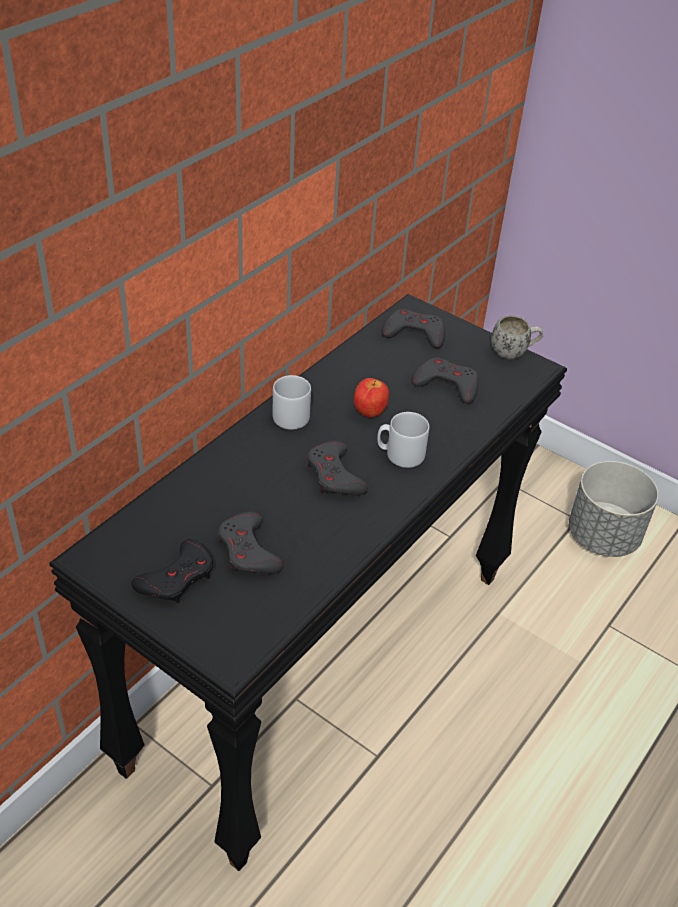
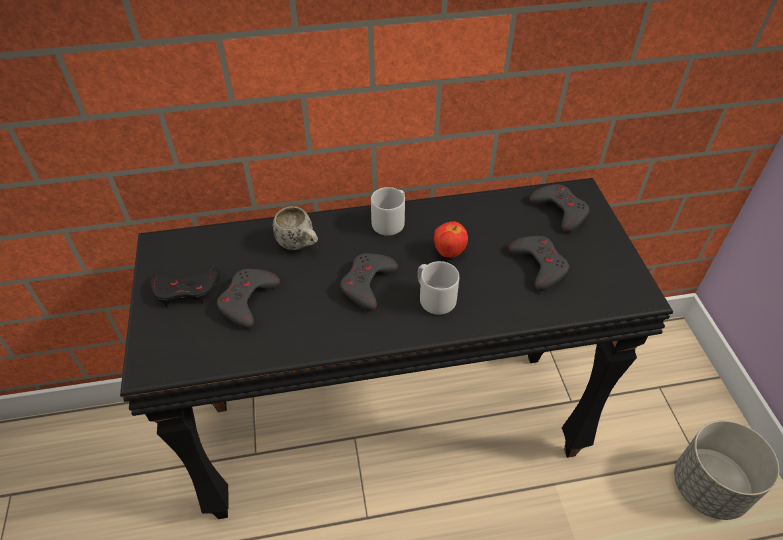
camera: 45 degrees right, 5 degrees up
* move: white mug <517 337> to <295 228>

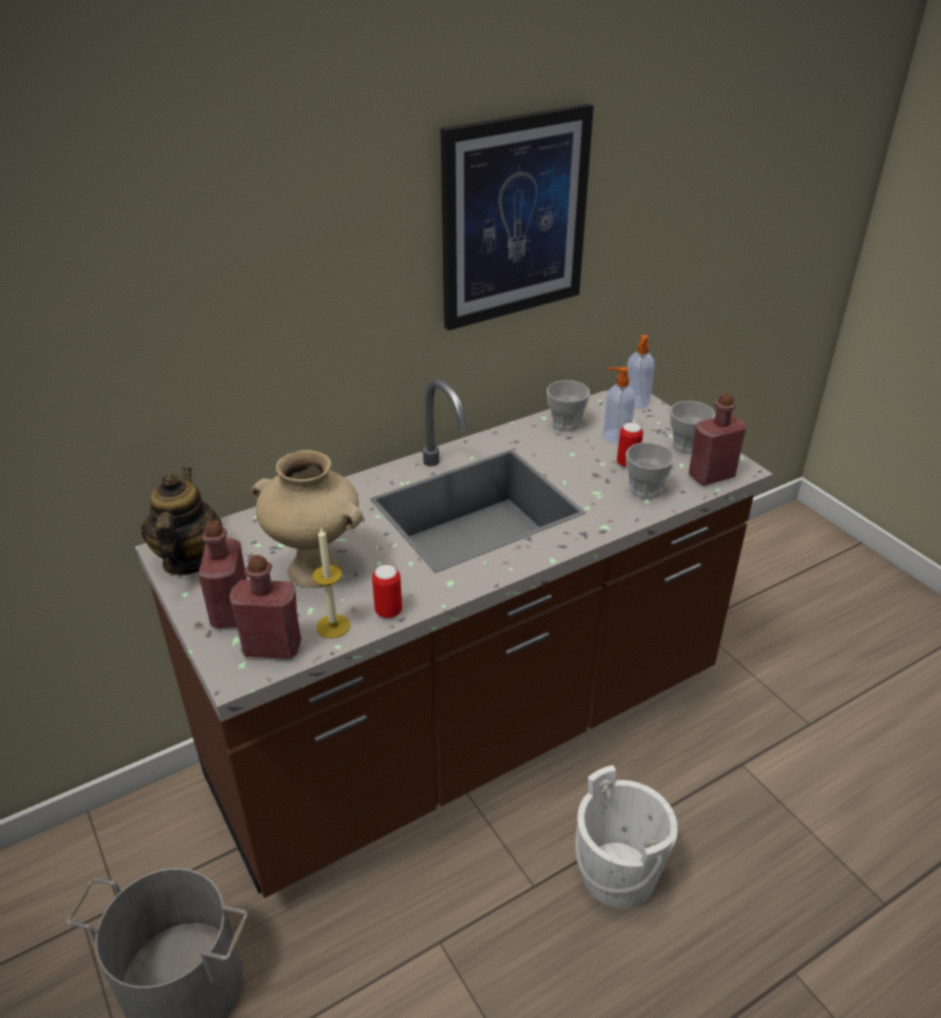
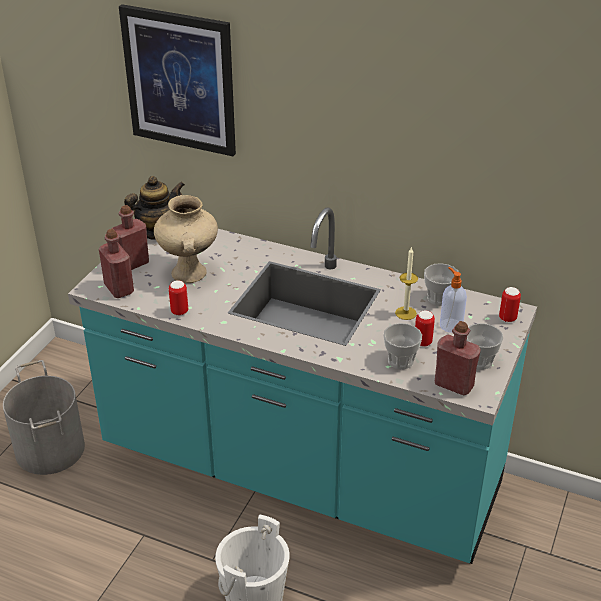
camera: 55 degrees right, 0 degrees up
* recolor: brown counter <454 638> to turquoise counter <302 385>
* move: picture <517 217> to <177 80>
* move: candle <331 583> to <406 283>
* replace: soap dispenser <641 372> to can <510 304>

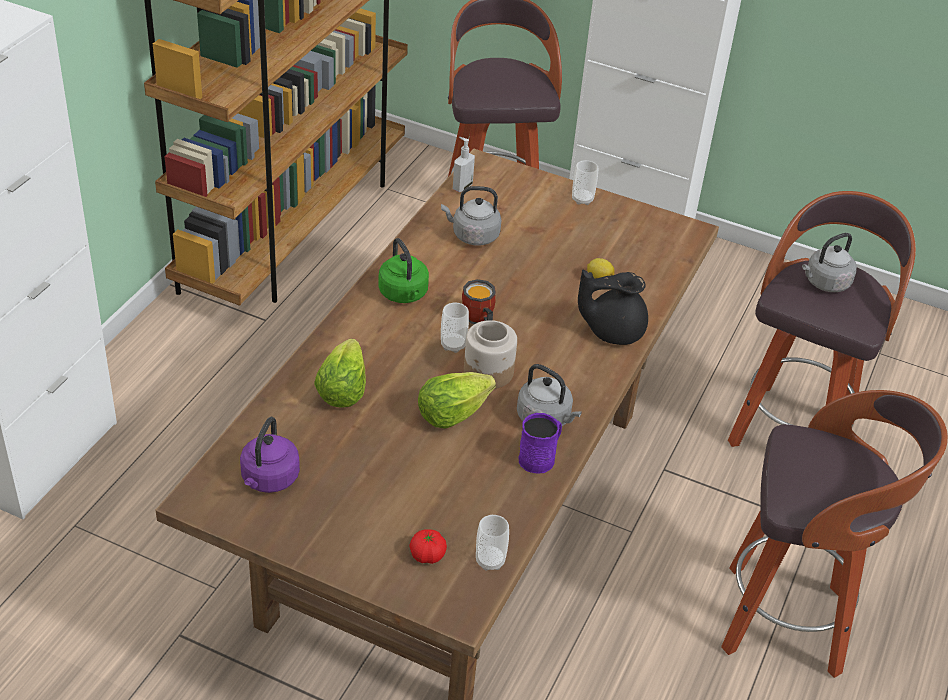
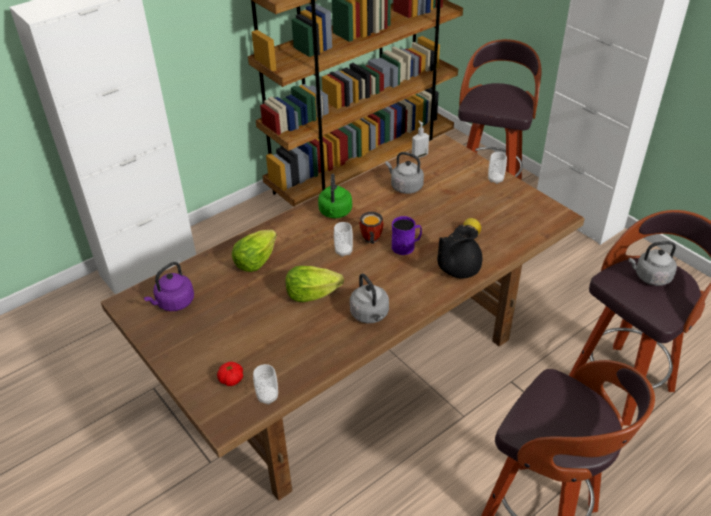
camera: 30 degrees right, 0 degrees up
* move: purple mug <540 443> to <407 235>
* rotate: black teapot <613 307> = <459 252> 60 degrees counterclockwise
* delete: jar <490 354>

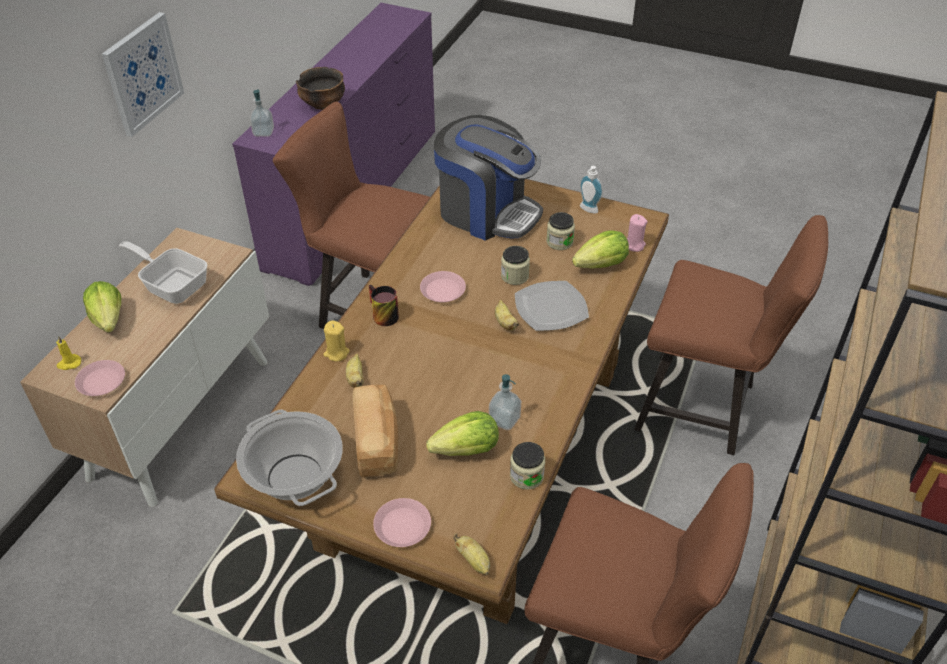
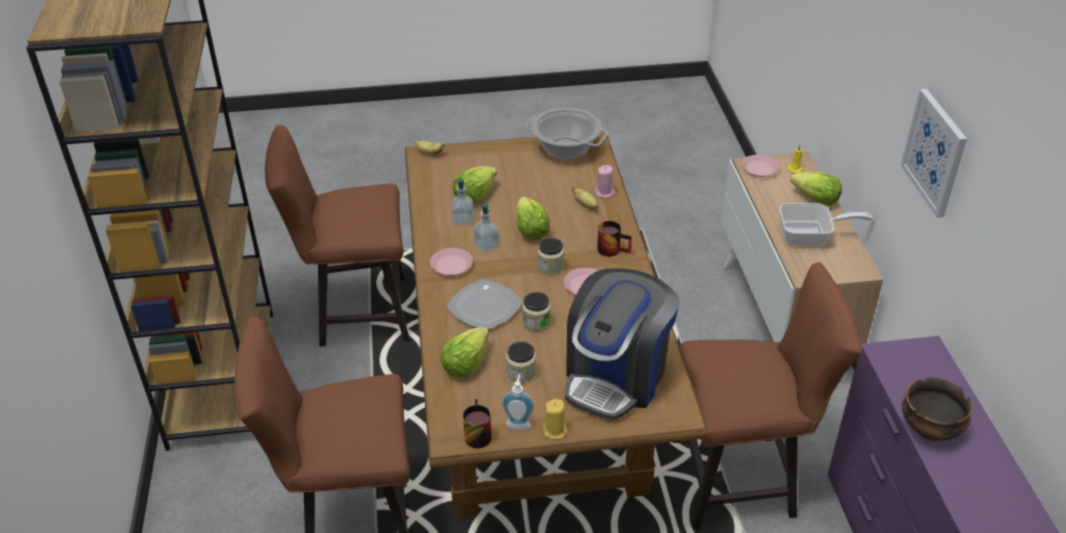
camera: 150 degrees right, 5 degrees down
* move: pink plate <402 522> to <451 262>
* insert: mug <477 423>
* move: soap dispenser <262 113> to <486 227>
* insert: lettuce <533 218>
* move: jar <527 466> to <550 256>
* move: yellow candle <336 341> to <555 419>
* rotate: coffee machine <488 178> = <622 344> 60 degrees counterclockwise
* move: pink candle <637 233> to <605 181>
* delete: bread <375 431>
* delete: banana <507 315>

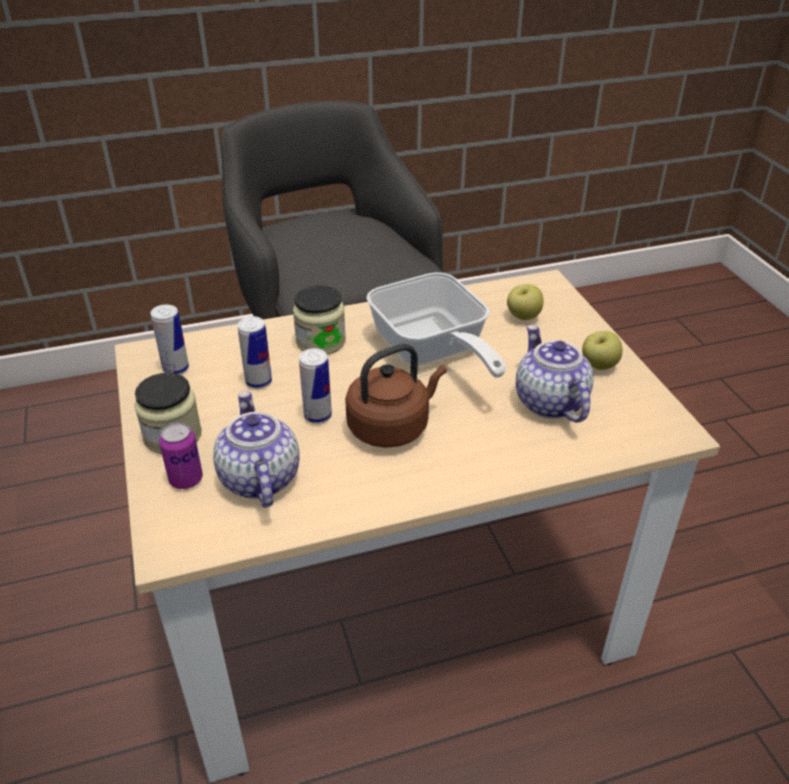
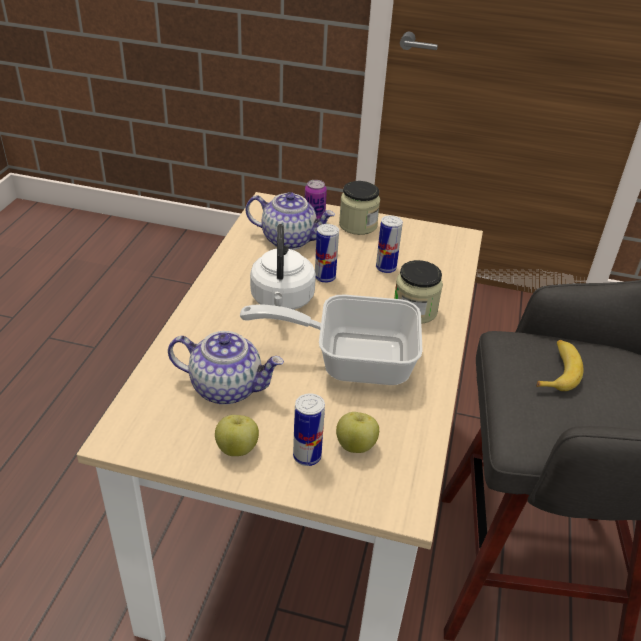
camera: 120 degrees right, 0 degrees up
* recolor: brown kettle <396 396> to white kettle <283 267>
* move: can <170 339> to <309 429>
* insert: banana <560 365>

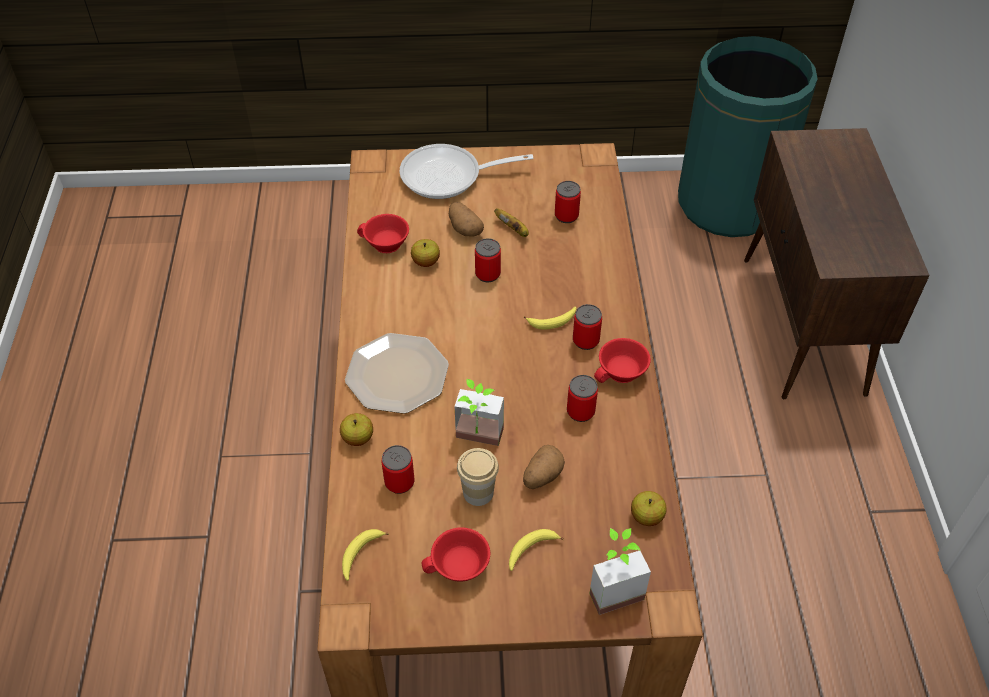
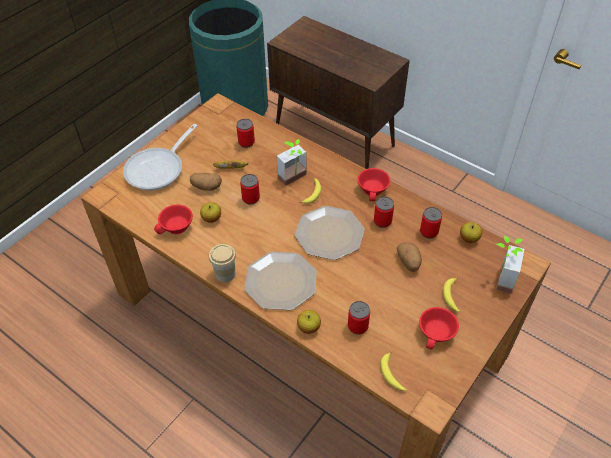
camera: 50 degrees left, 0 degrees up
* move: cup <478 477> to <222 263>
* move: potted plant <479 412> to <292 162>
* insert: plate <330 233>
* move: can <587 327> to <431 222>

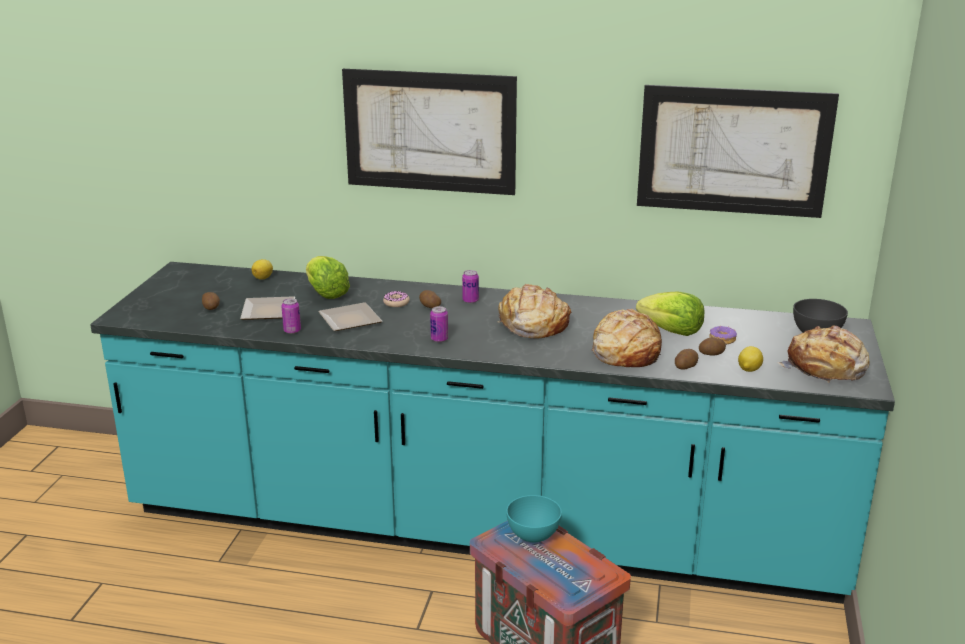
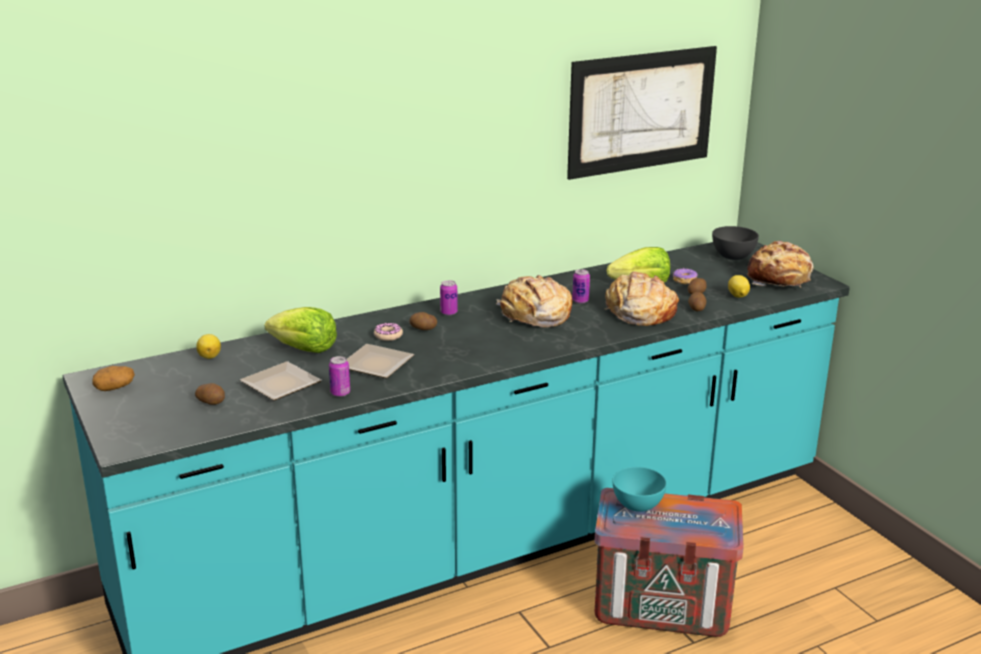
camera: 40 degrees left, 0 degrees up
* insert: potato <113 378>
* move: can <439 324> to <581 286>
* delete: picture <429 132>

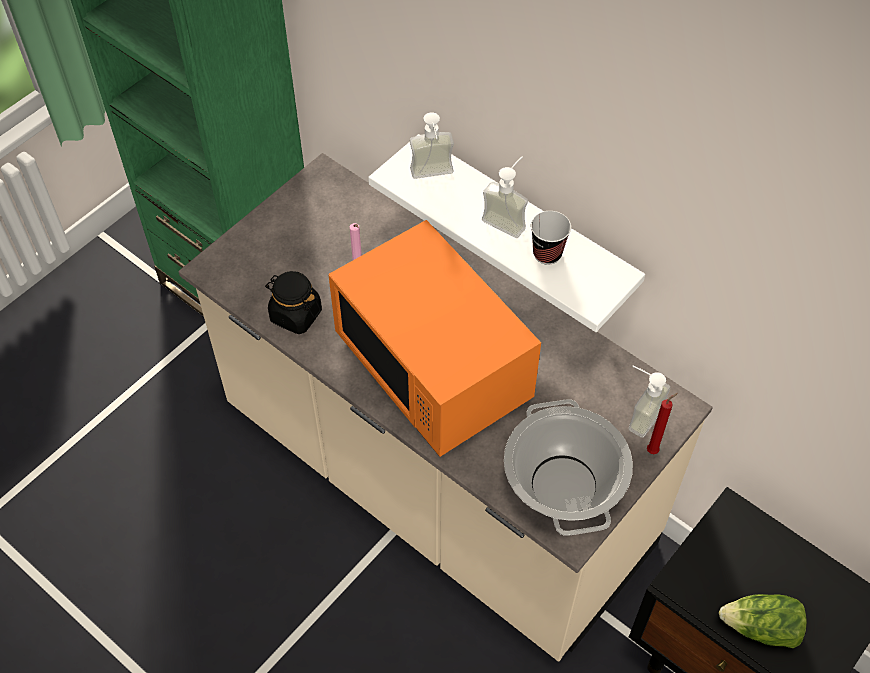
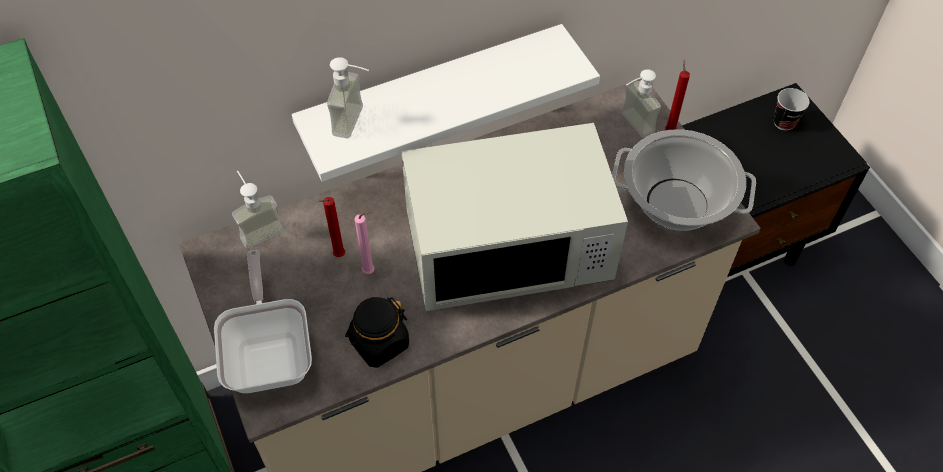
camera: 65 degrees left, 0 degrees up
* insert: frying pan <263 321>
* move: soap dispenser <505 197> to <258 210>
* insert: red candle <332 227>
* recolor: orange microwave <435 338> to white microwave <514 217>
* move: cup <551 238> to <792 109>
* delete: lettuce <763 621>

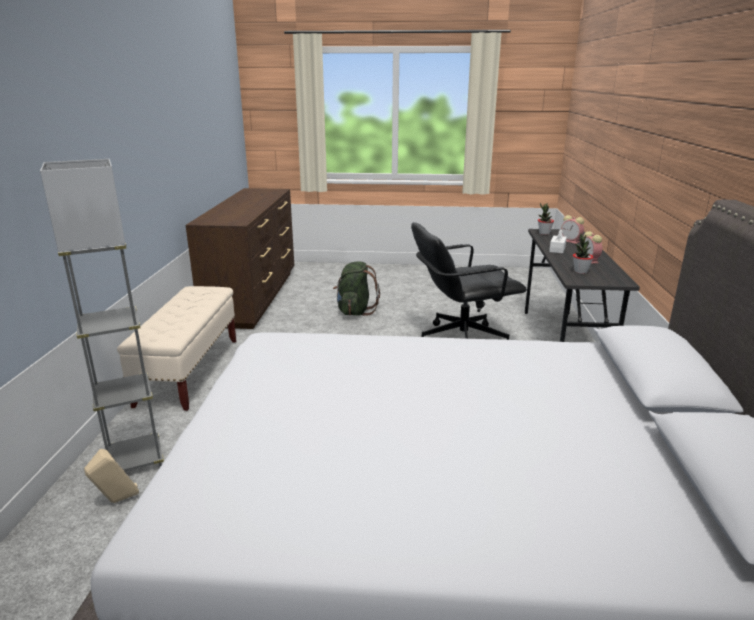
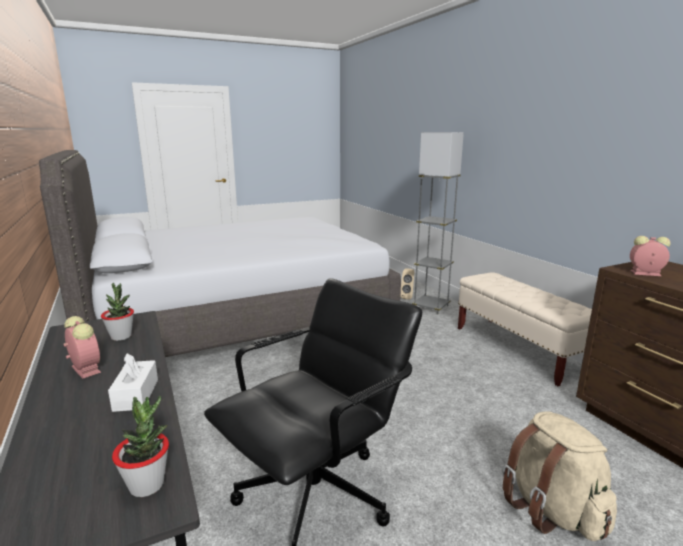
camera: 150 degrees right, 5 degrees down
* recolor: green backpack <356 289> to beige backpack <560 476>
* move: alarm clock <572 229> to <650 256>

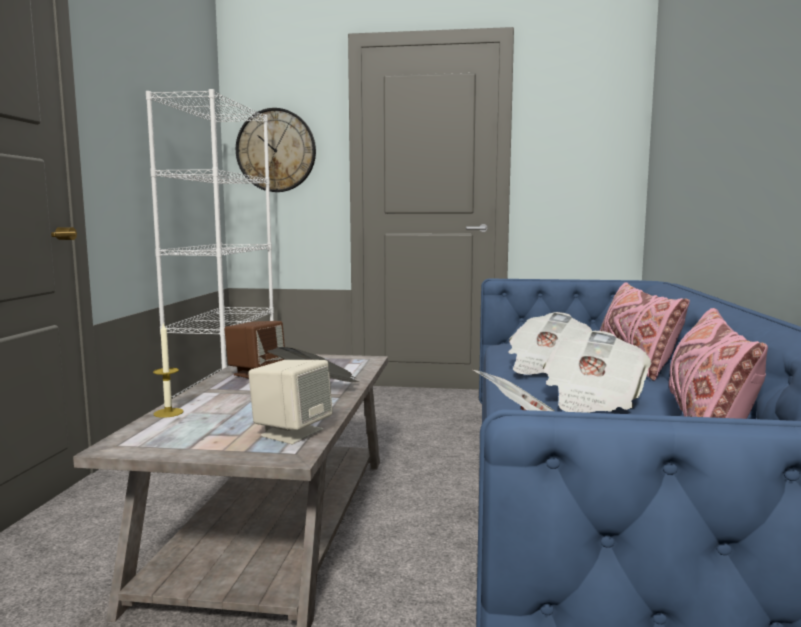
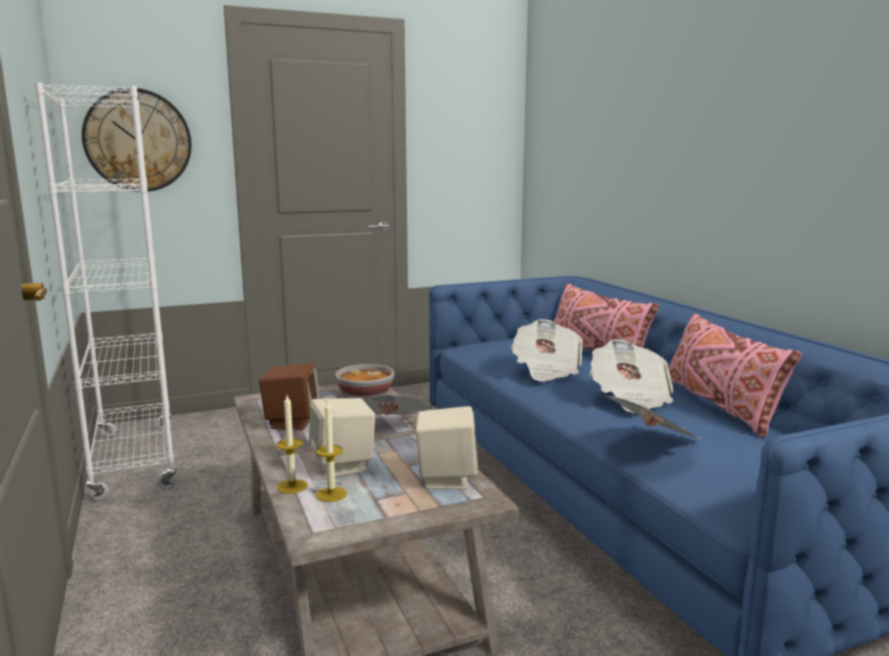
camera: 30 degrees left, 5 degrees up
* insert: beige speaker <342 437>
* insert: candle <331 450>
* insert: bowl <364 381>

